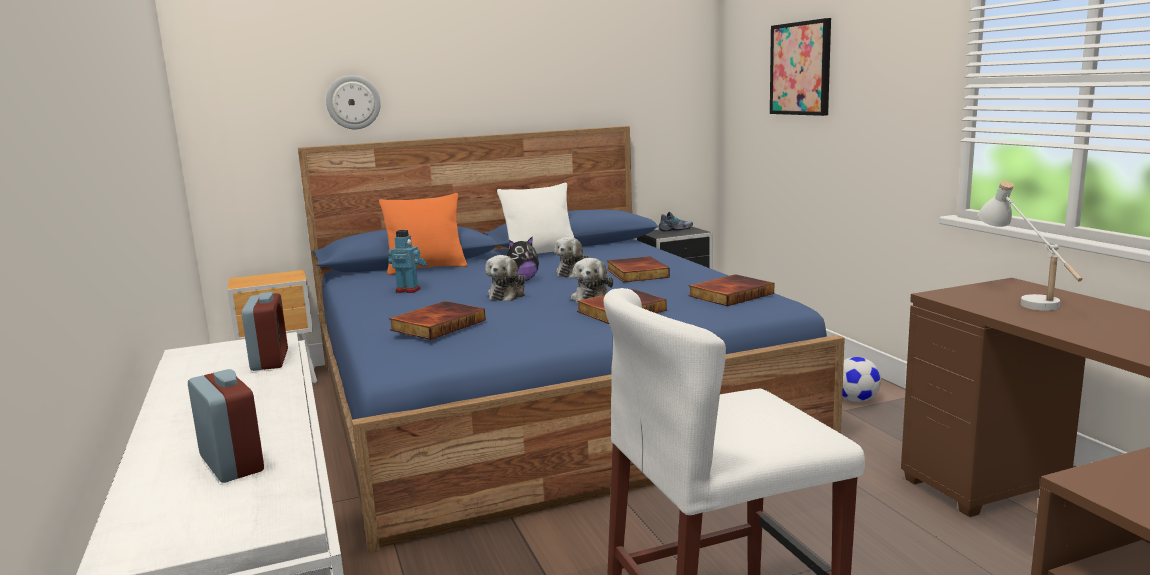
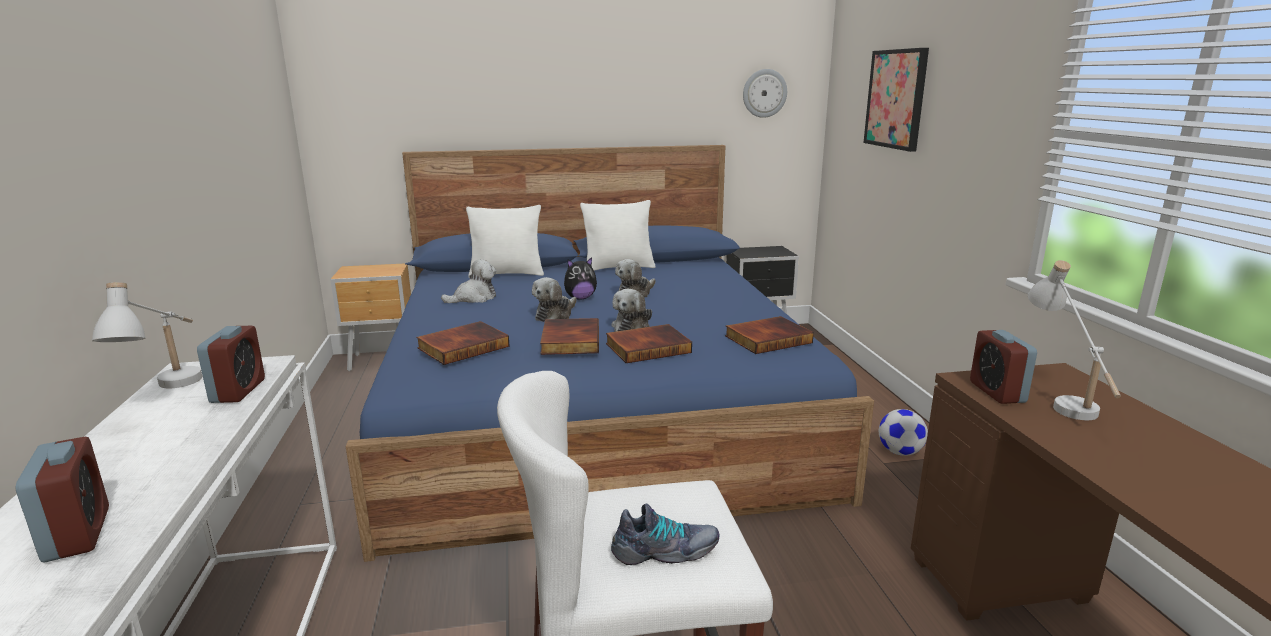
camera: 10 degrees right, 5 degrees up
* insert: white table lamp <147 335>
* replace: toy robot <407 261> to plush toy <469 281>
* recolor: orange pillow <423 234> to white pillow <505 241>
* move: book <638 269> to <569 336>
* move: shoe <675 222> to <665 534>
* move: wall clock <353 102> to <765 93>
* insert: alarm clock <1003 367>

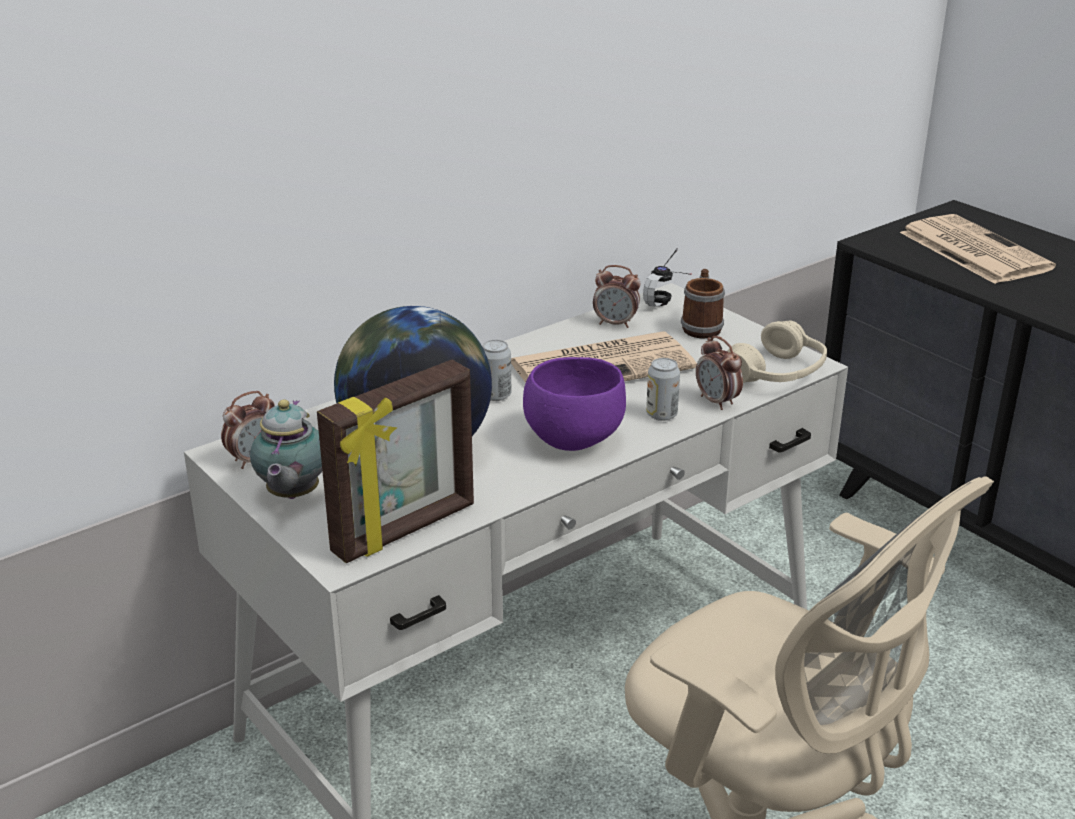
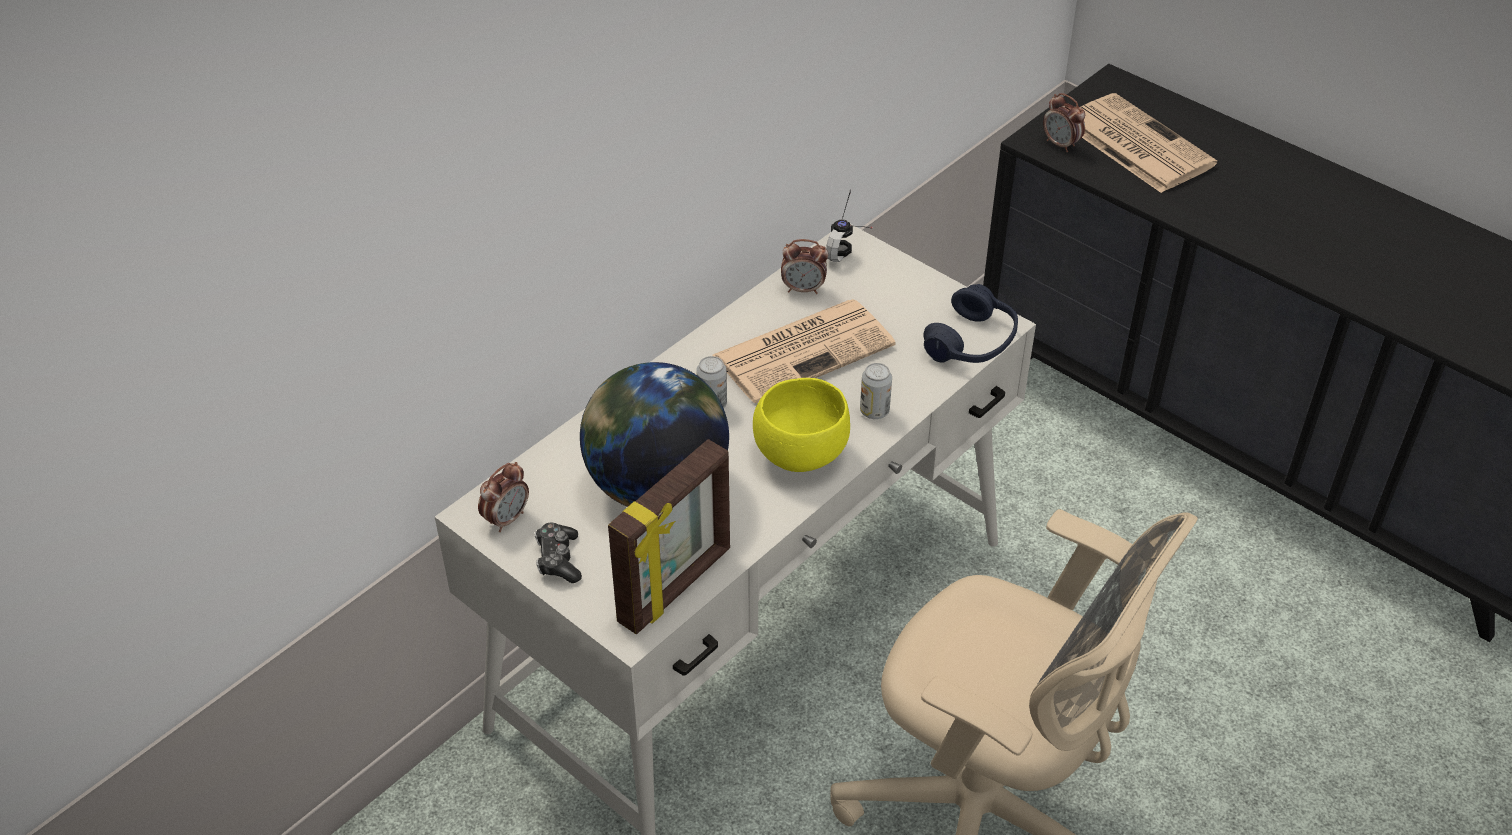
camera: 10 degrees left, 15 degrees up
* replace: teapot <286 449> to game controller <558 553>
* recolor: purple bowl <574 404> to yellow bowl <801 425>
* recolor: beige headphones <777 351> to blue headphones <970 323>
* move: alarm clock <719 373> to <1064 122>
* delete: mug <703 303>

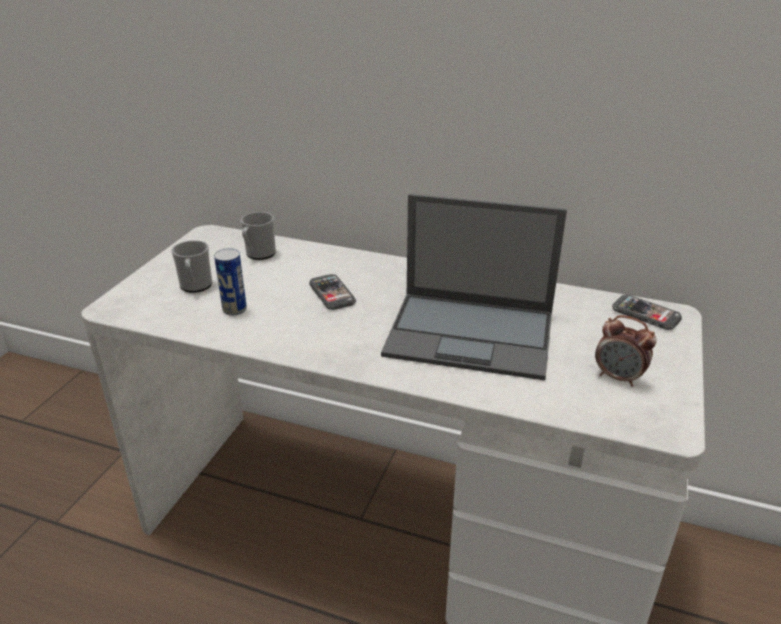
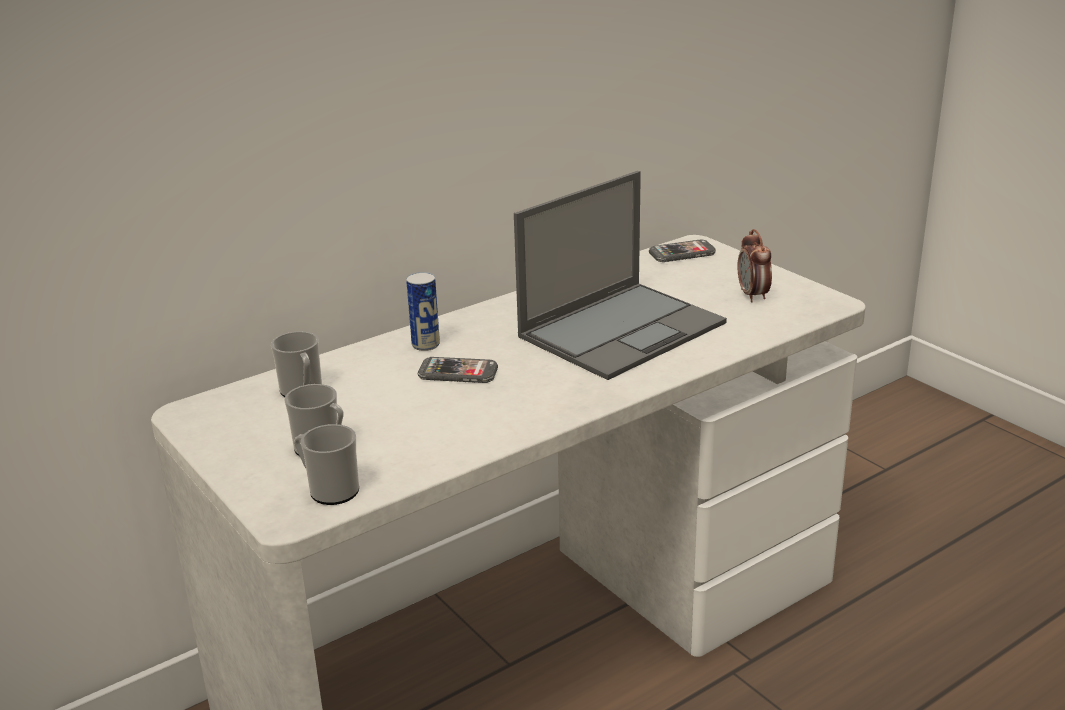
camera: 55 degrees left, 5 degrees down
* insert: mug <326 464>
* move: can <230 282> to <423 311>
* rotate: alarm clock <626 351> = <754 265> 105 degrees clockwise

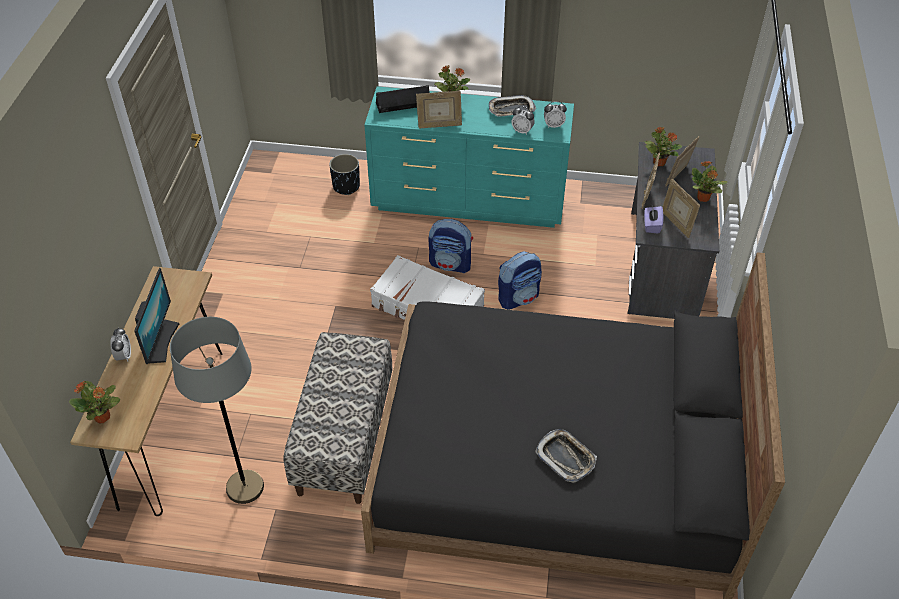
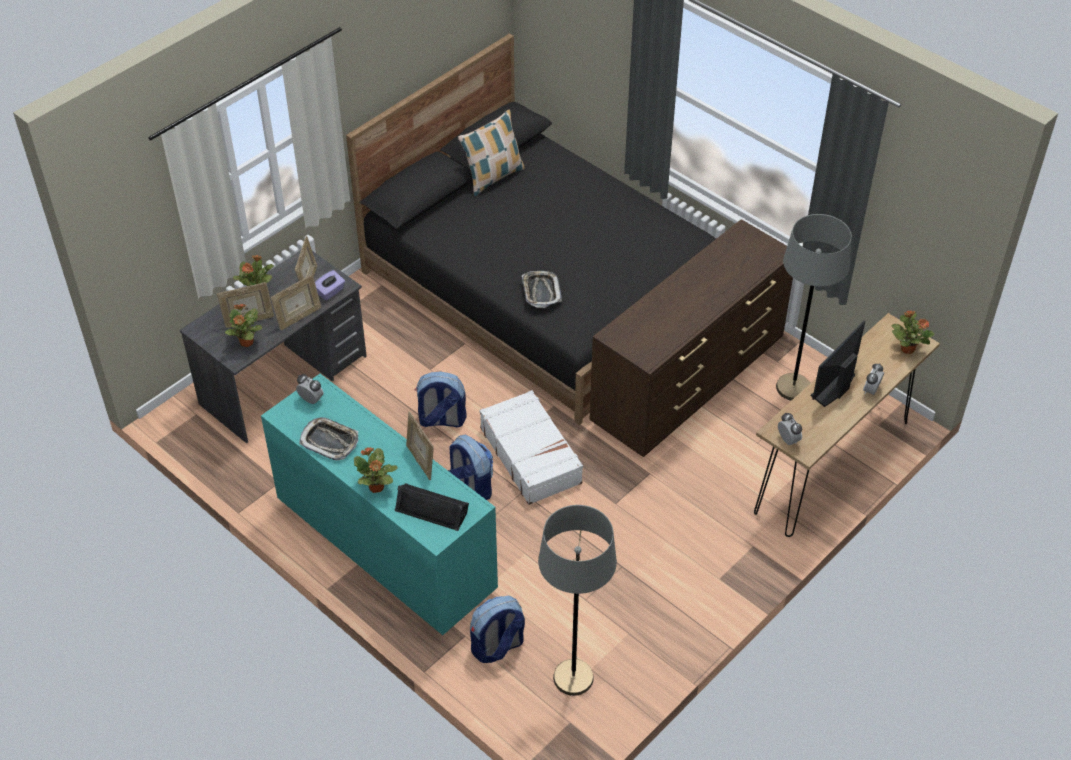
camera: 145 degrees left, 0 degrees up
* rotate: picture frame <439 110> = <420 445> 150 degrees counterclockwise
* insert: pillow <491 153>
* replace: black planter <344 174> to backpack <497 629>
* move: tray <566 455> to <542 289>
* insert: grey floor lamp <577 600>
* replace: bench <338 418> to brown dresser <691 338>
* move: alarm clock <523 120> to <790 429>

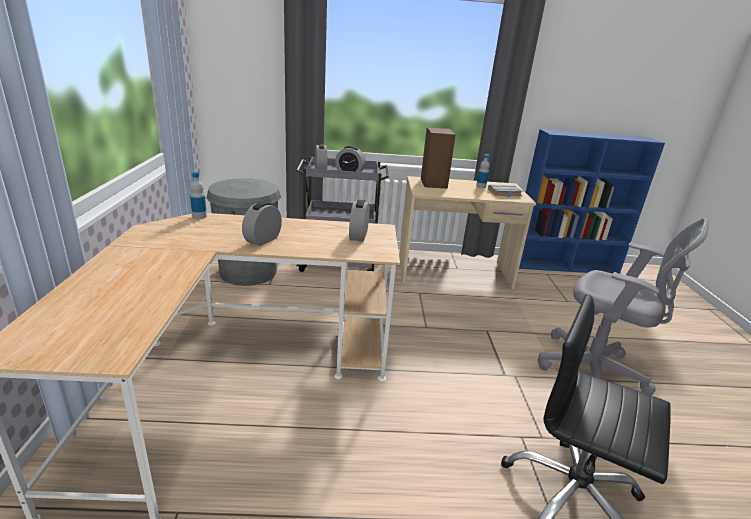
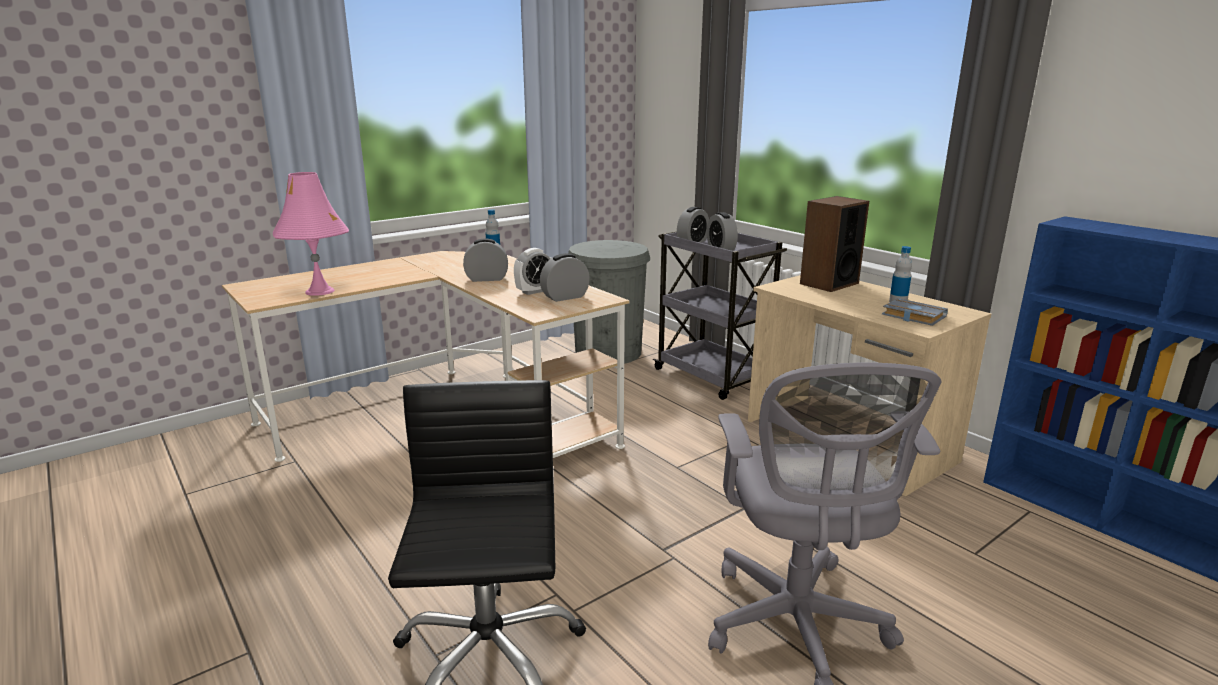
camera: 55 degrees right, 5 degrees down
* insert: pink table lamp <311 234>
* insert: alarm clock <532 271>

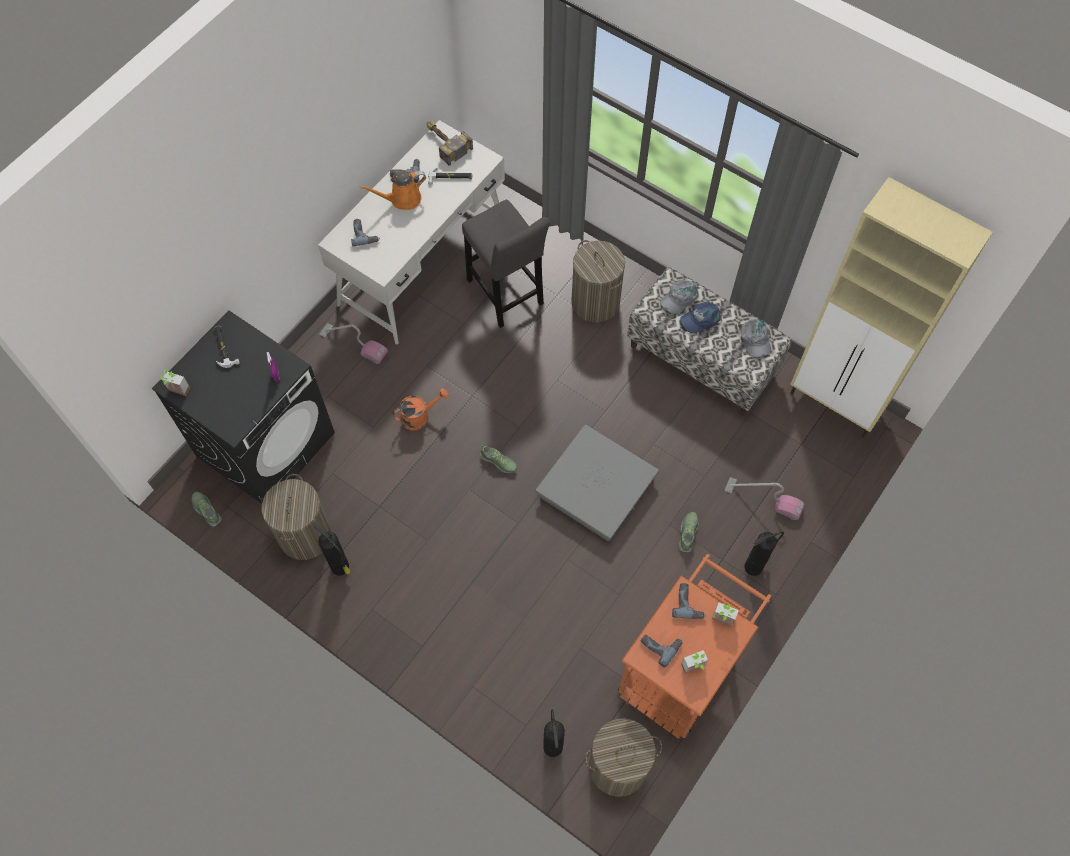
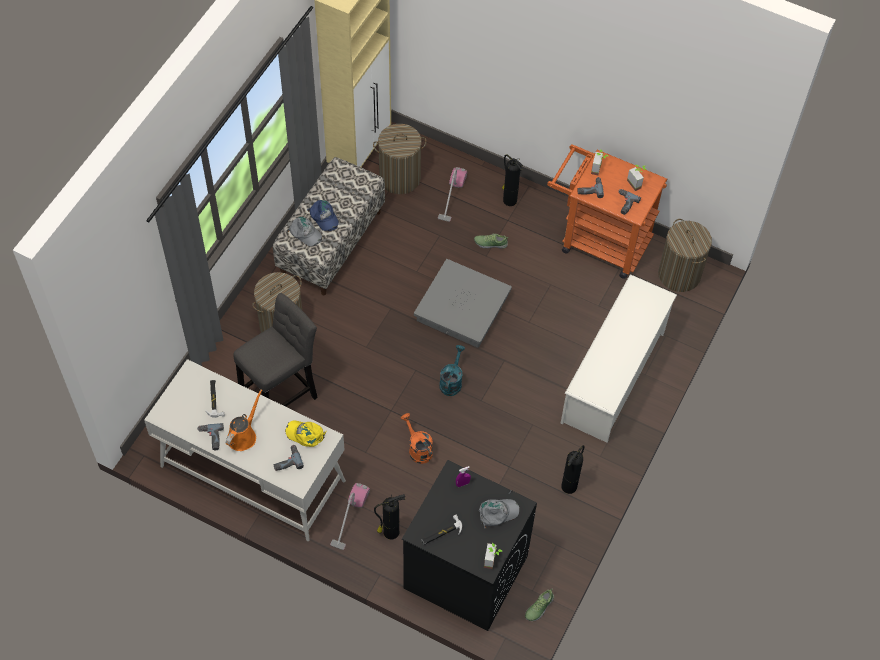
camera: 100 degrees left, 5 degrees down
* rotate: orange watering can <393 190> = <244 420> 120 degrees counterclockwise
* insert: yellow cap <306 434>
* move: laundry basket <296 517> to <399 159>
* move: fire extinguisher <554 733> to <389 517>
* replace: shoe <498 459> to turquoise watering can <452 370>
* move: grey cap <754 339> to <499 514>
* insert: white shoe rack <618 358>
* delete: hammer <450 143>

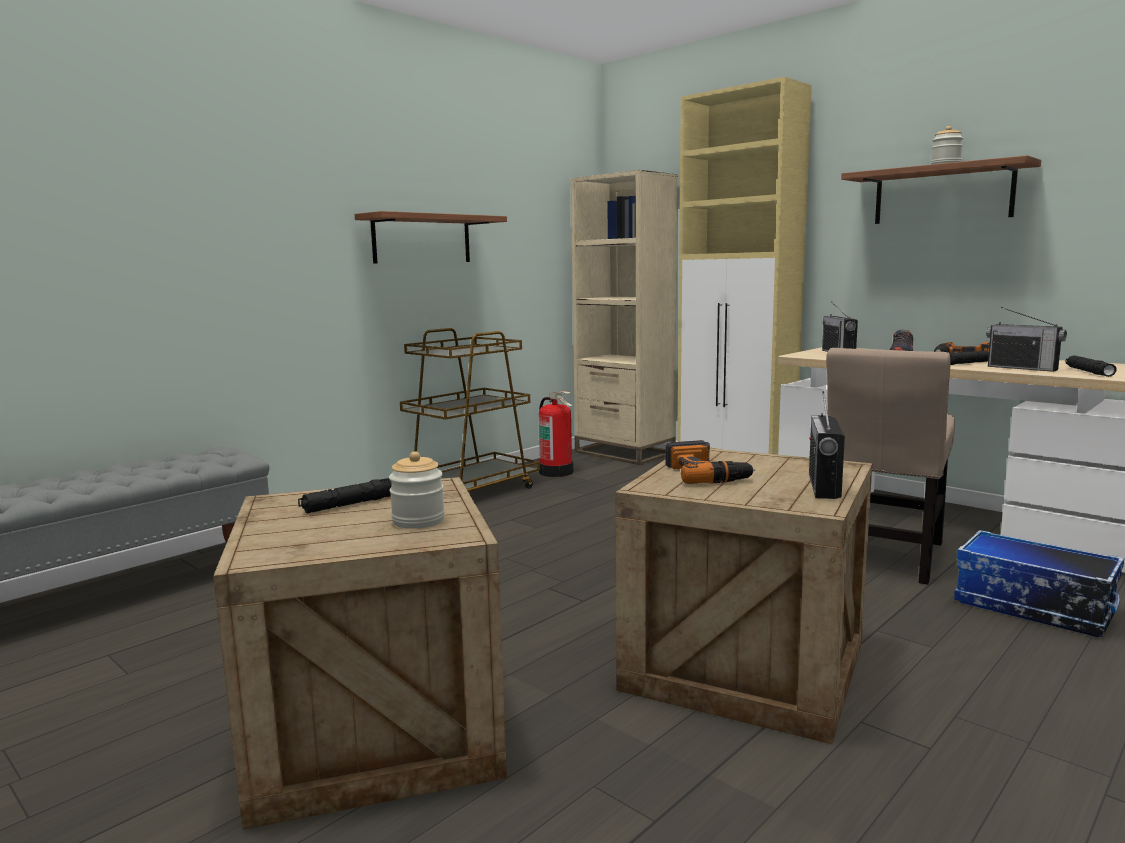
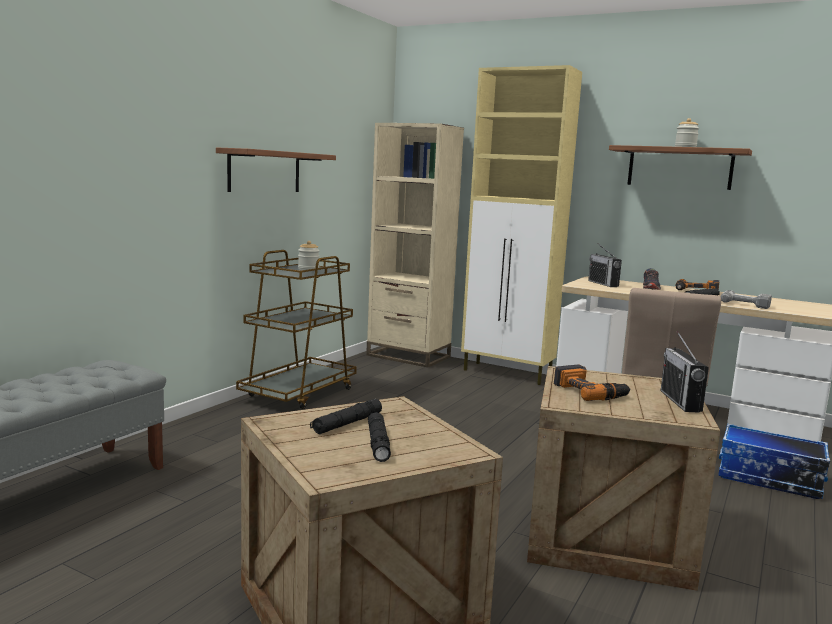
camera: 15 degrees left, 0 degrees up
* move: jar <417 490> to <309 255>
* move: black flashlight <1090 366> to <379 437>
* replace: radio <1026 339> to power drill <746 299>
* delete: fire extinguisher <556 434>

